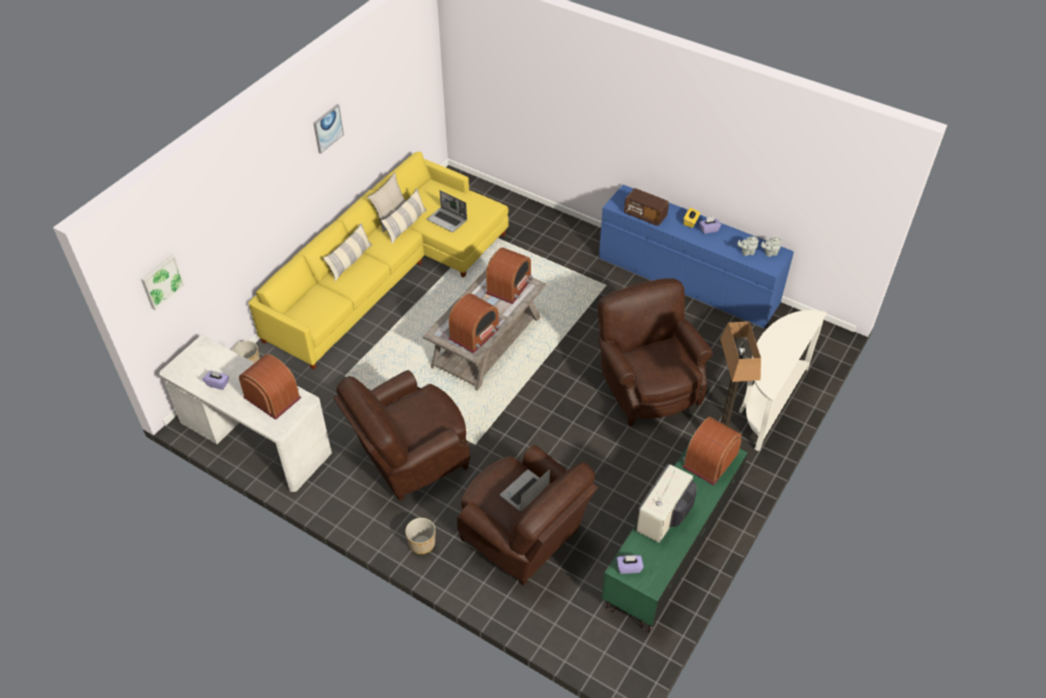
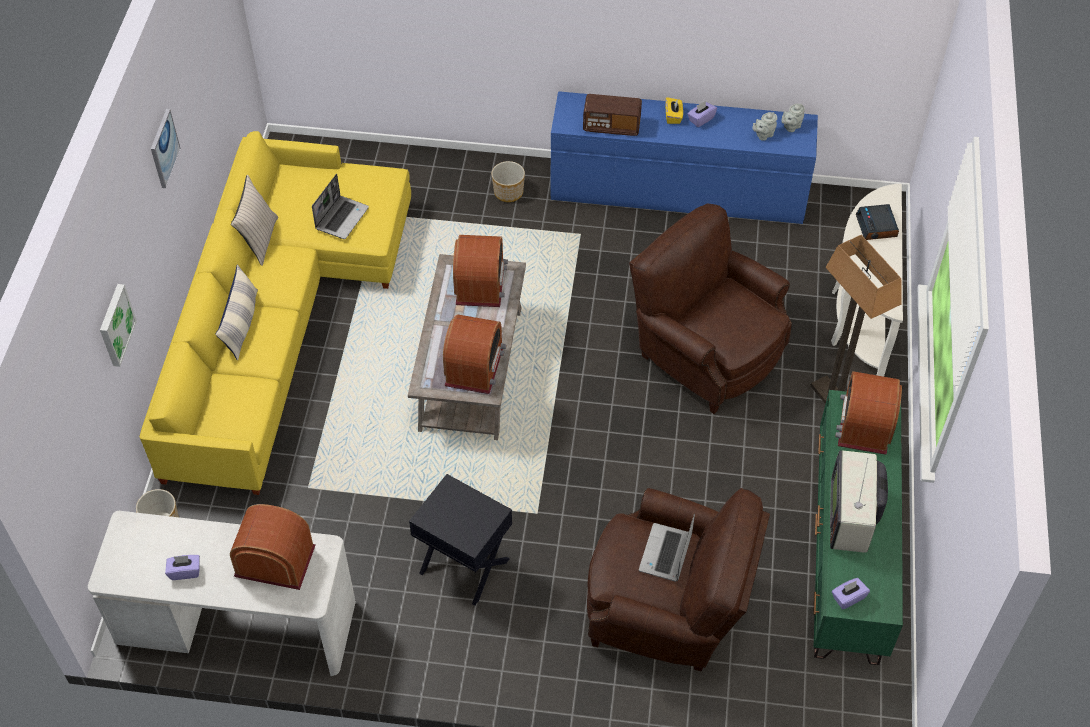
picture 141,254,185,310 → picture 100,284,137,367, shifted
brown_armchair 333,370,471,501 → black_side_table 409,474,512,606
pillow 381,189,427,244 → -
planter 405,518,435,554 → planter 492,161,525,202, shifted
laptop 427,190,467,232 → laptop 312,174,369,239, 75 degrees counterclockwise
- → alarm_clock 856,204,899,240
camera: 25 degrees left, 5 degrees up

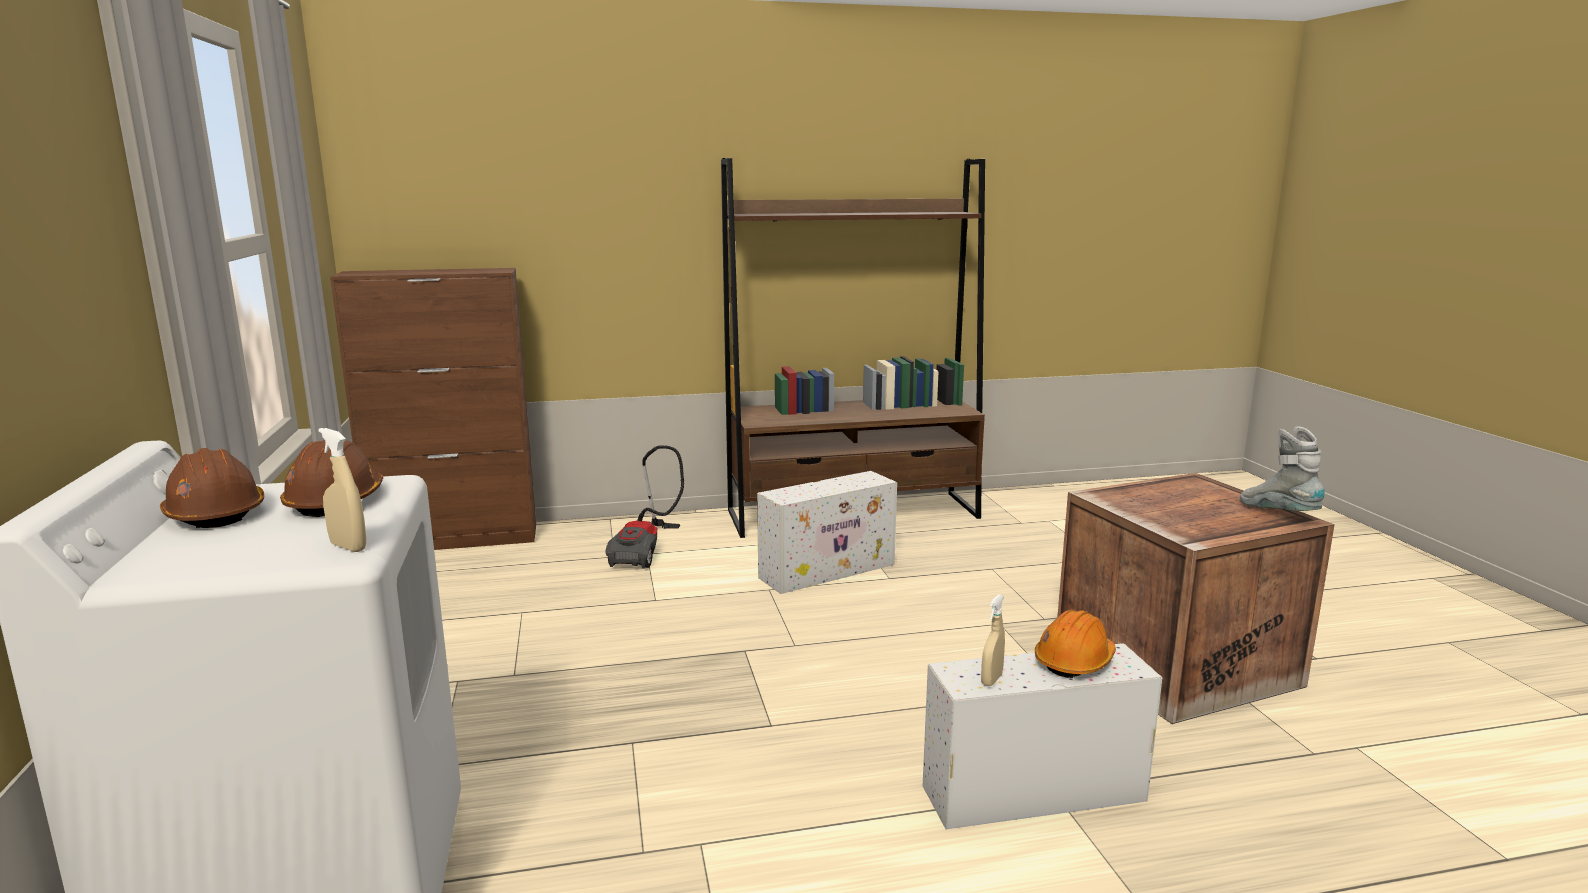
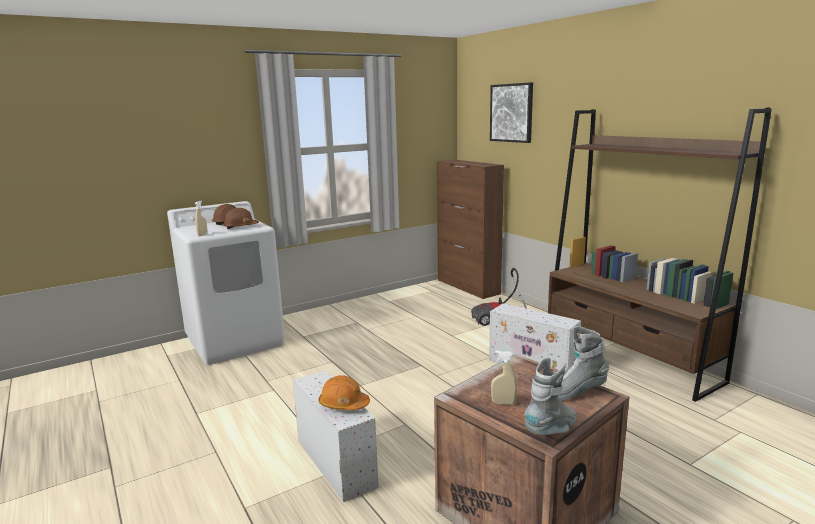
beige_spray_bottle 981,594,1005,686 → beige_spray_bottle 491,350,517,405, shifted
- → picture 490,82,533,143
- → grey_boot 558,326,609,401
camera: 70 degrees right, 0 degrees up

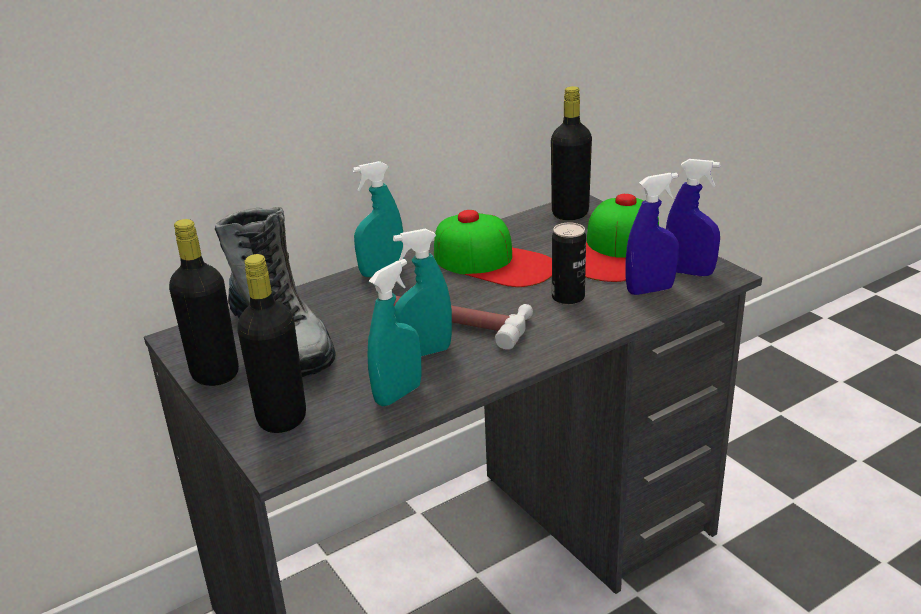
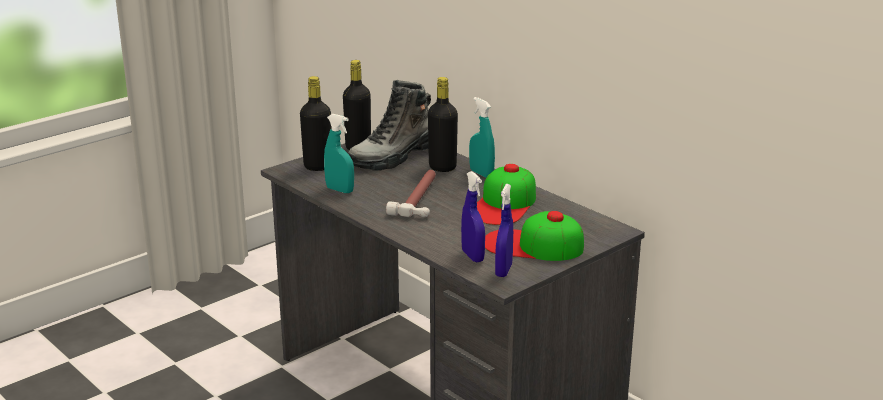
turquoise_spray_bottle 393,229,452,356 → -
black_bottle 551,86,592,220 → black_bottle 428,77,458,172, shifted
can 552,223,586,305 → -
camera: 80 degrees right, 5 degrees down

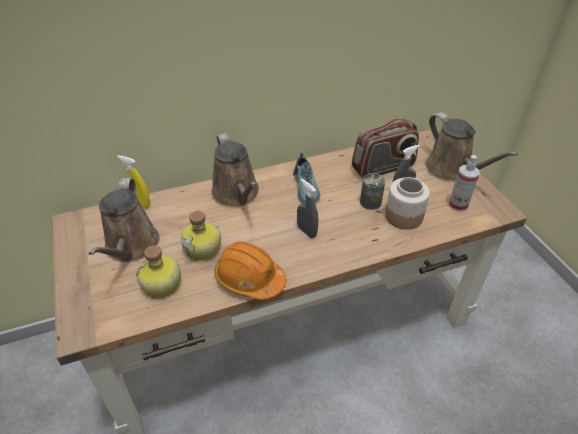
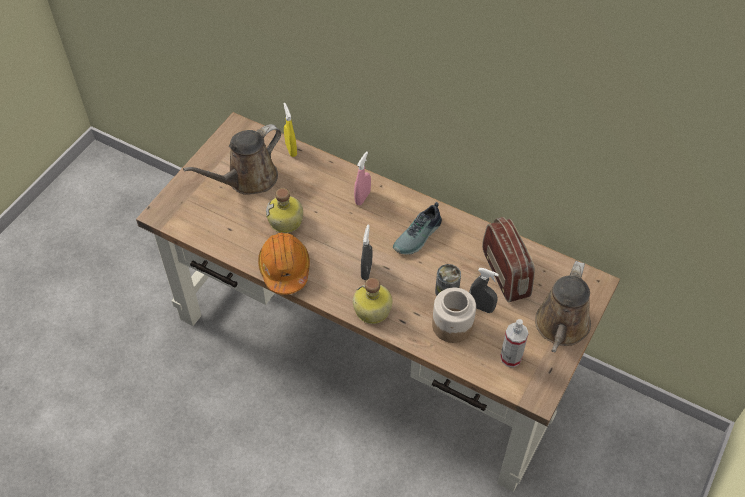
bottle 136,246,181,299 → bottle 353,278,392,324, shifted
brown_watering_can 211,133,259,207 → pink_spray_bottle 354,151,371,205
radio 352,118,419,179 → radio 482,217,535,302, 135 degrees counterclockwise
camera: 50 degrees right, 10 degrees up

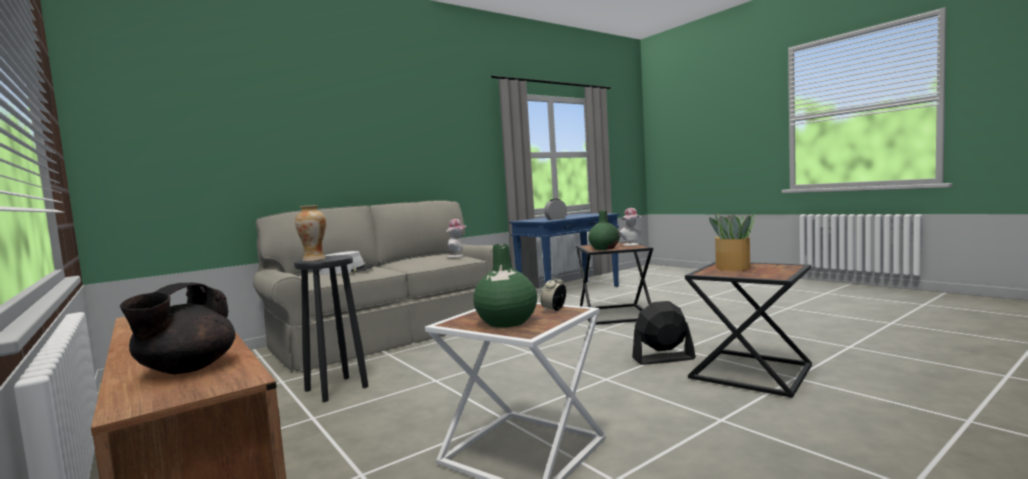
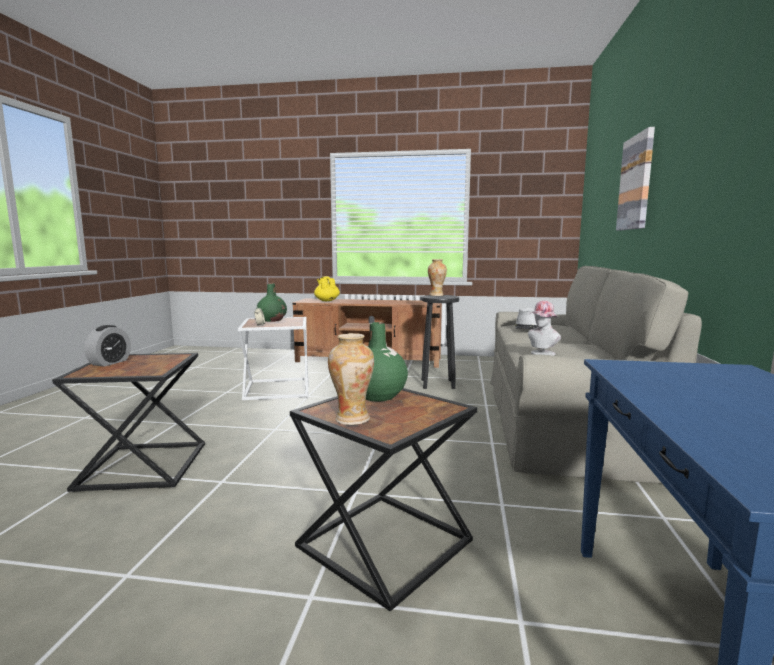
black_teapot 120,283,235,374 → yellow_teapot 314,276,340,301
alarm_clock 544,199,567,220 → alarm_clock 84,325,131,367, shifted
hat 619,208,642,246 → vase 328,333,374,425
black_fan 632,301,696,365 → -
potted_plant 709,214,756,271 → -
- → picture 616,127,655,230
camera: 135 degrees right, 5 degrees up

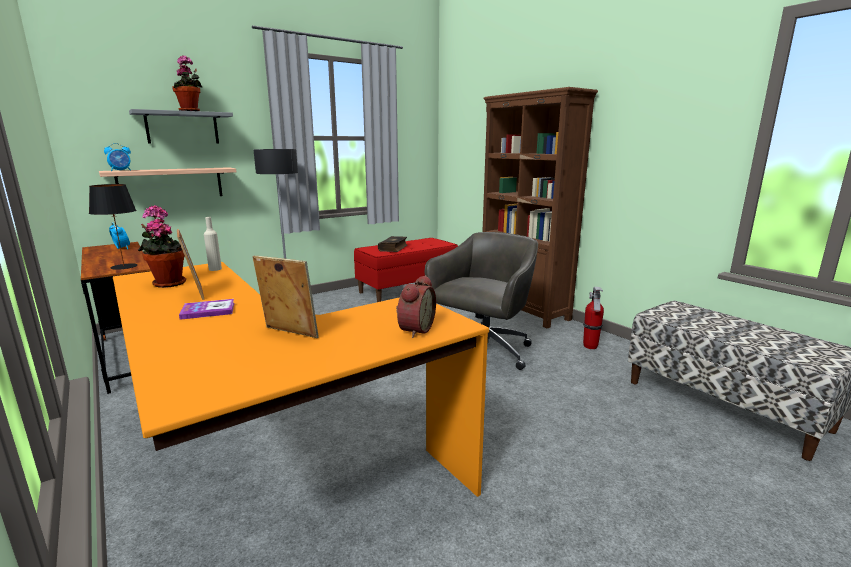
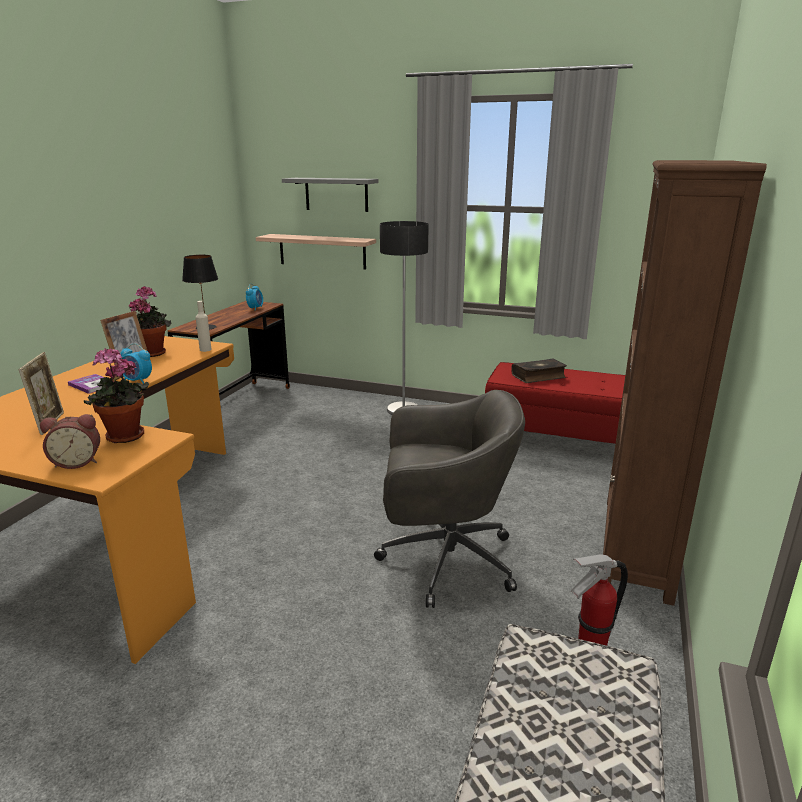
alarm_clock 104,143,131,171 → alarm_clock 120,343,152,384, shifted
potted_plant 172,55,202,111 → potted_plant 84,348,149,443, shifted
camera: 55 degrees right, 5 degrees up

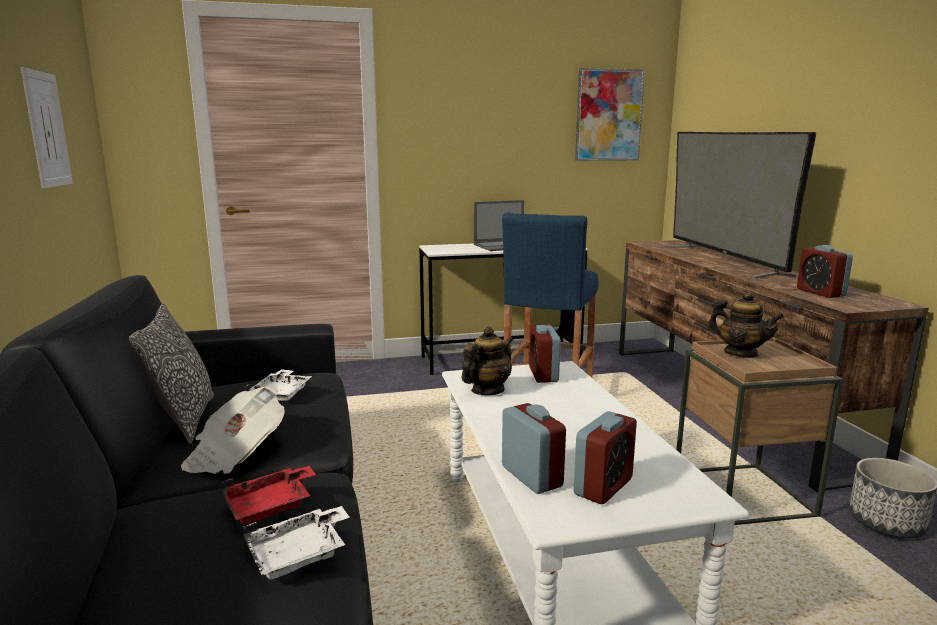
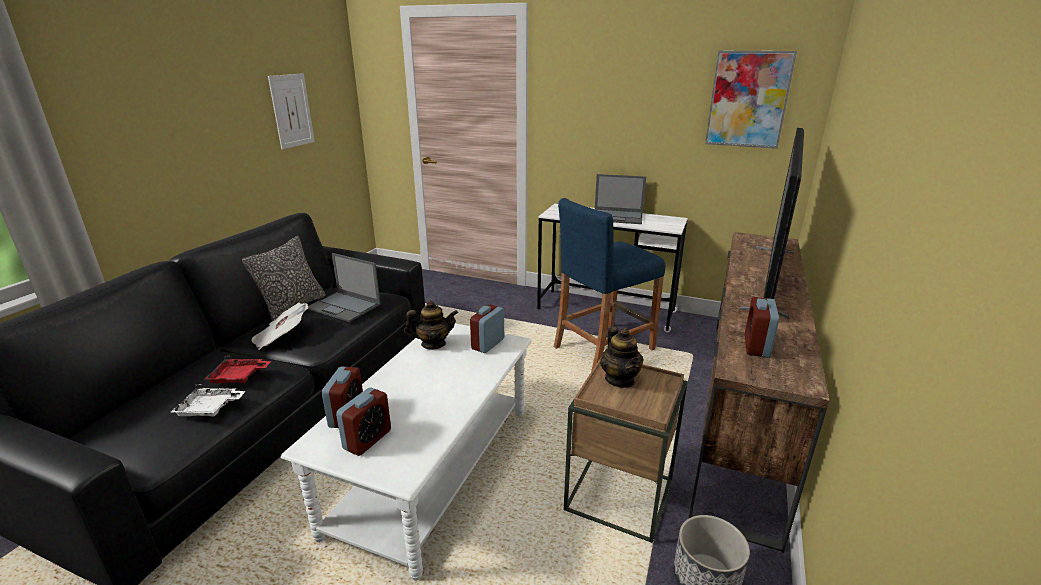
white_tray 245,369,312,401 → laptop 308,253,381,322
alarm_clock 574,411,637,504 → alarm_clock 336,387,391,456, 45 degrees counterclockwise
camera: 35 degrees right, 10 degrees up

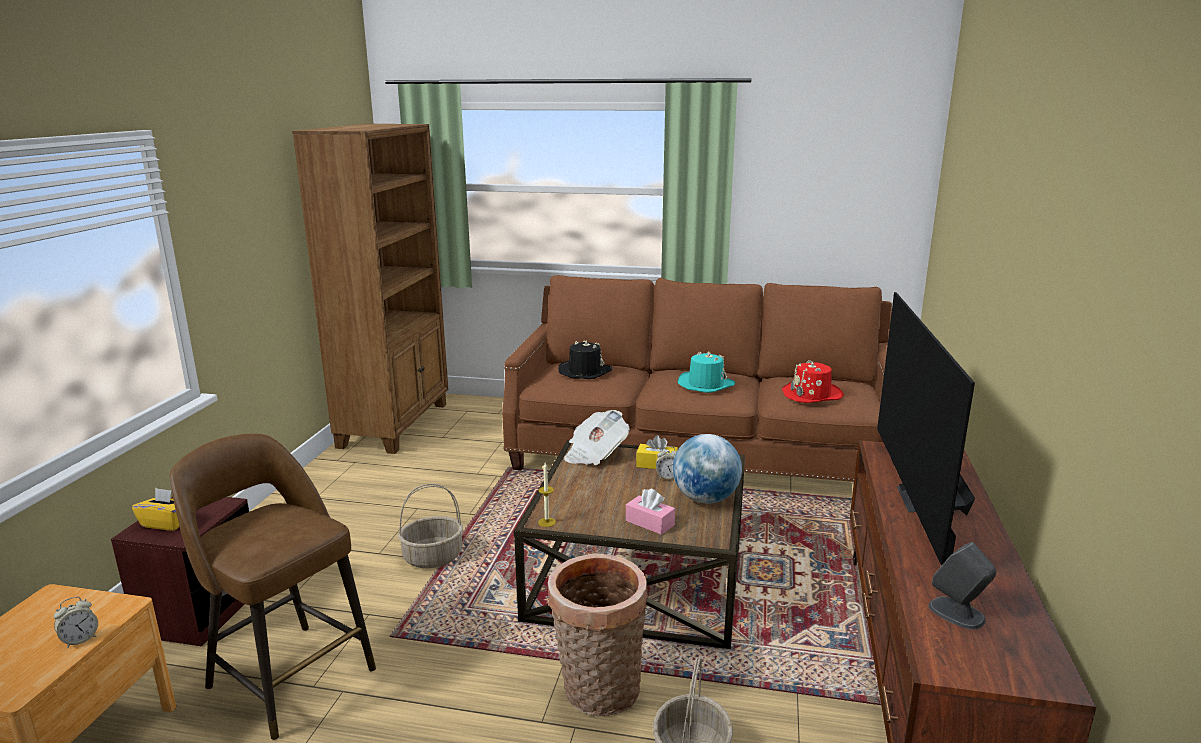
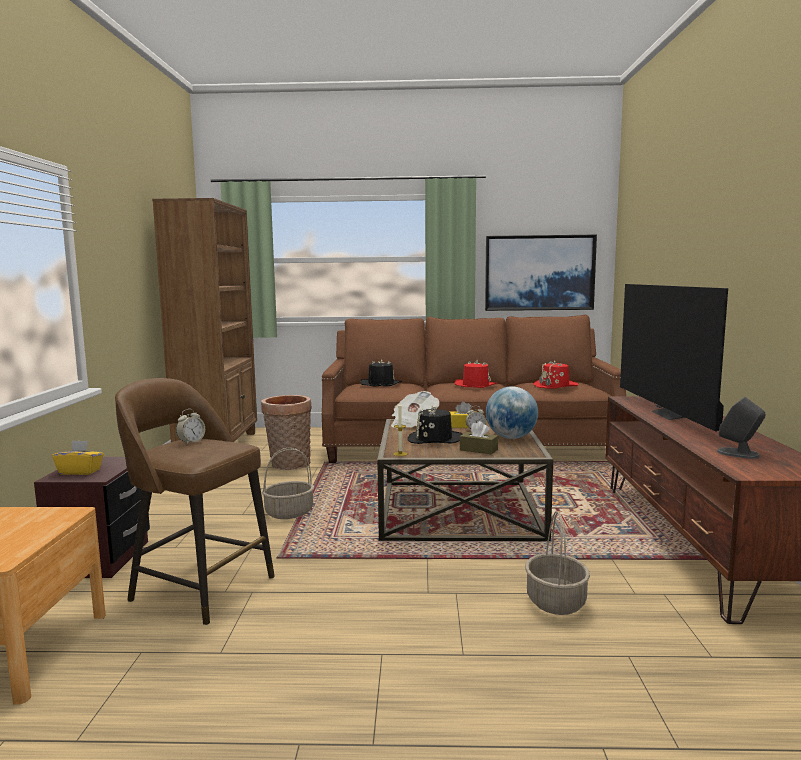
alarm_clock 53,597,98,648 → alarm_clock 176,409,205,444, shifted
basket 548,554,648,716 → basket 261,395,312,470, shifted
pink_tissue_box 626,489,675,535 → brown_tissue_box 460,421,498,454
turquoise_hat 678,352,735,393 → red_hat 455,360,498,388
- → black_hat 407,406,462,444
- → picture 485,234,597,311
camera: 10 degrees left, 10 degrees down

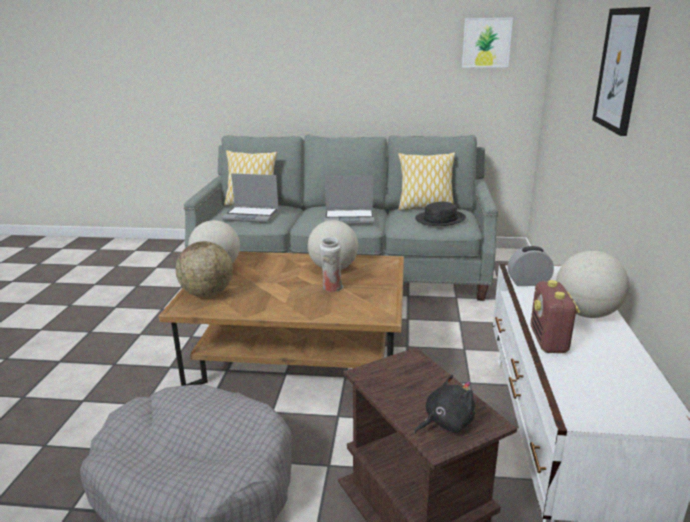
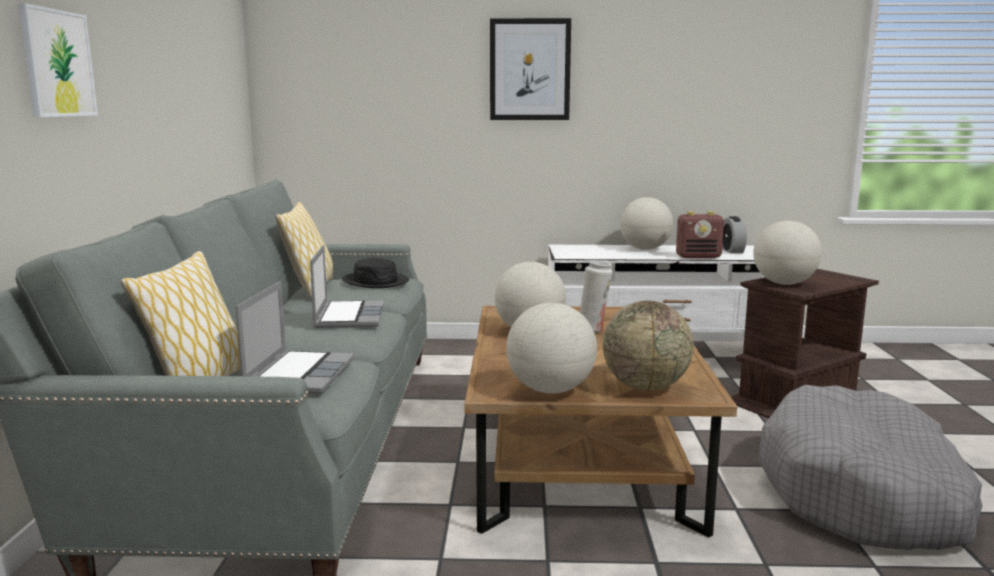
black_plush_toy 414,375,475,434 → -
picture 462,18,513,67 → picture 18,3,98,117, shifted
alarm_clock 508,246,554,286 → alarm_clock 722,216,747,253, shifted
- → globe 753,221,822,285
camera: 95 degrees left, 10 degrees down

